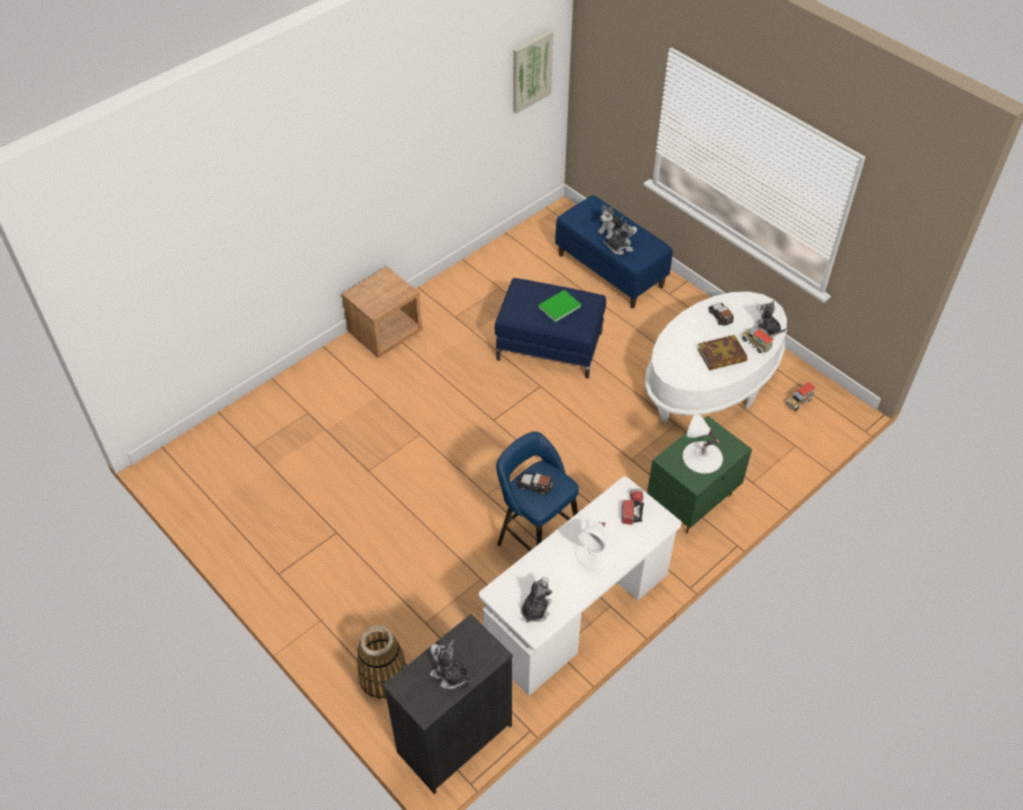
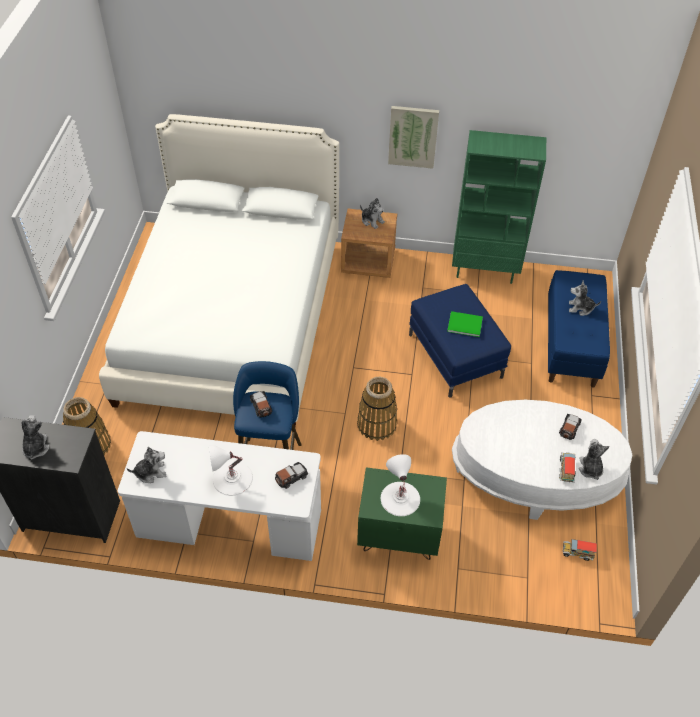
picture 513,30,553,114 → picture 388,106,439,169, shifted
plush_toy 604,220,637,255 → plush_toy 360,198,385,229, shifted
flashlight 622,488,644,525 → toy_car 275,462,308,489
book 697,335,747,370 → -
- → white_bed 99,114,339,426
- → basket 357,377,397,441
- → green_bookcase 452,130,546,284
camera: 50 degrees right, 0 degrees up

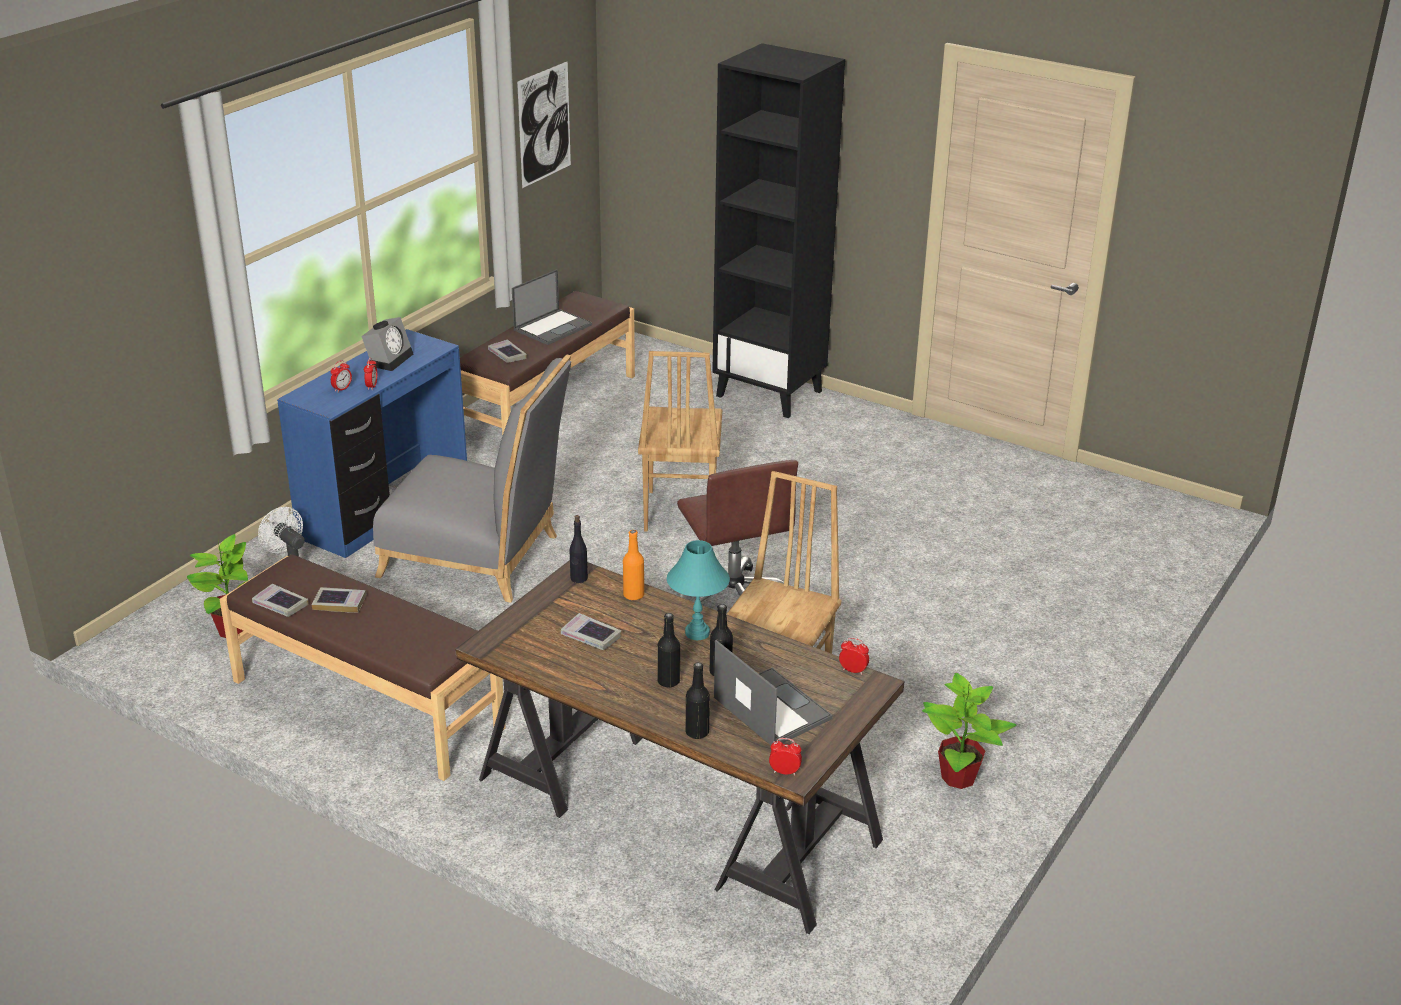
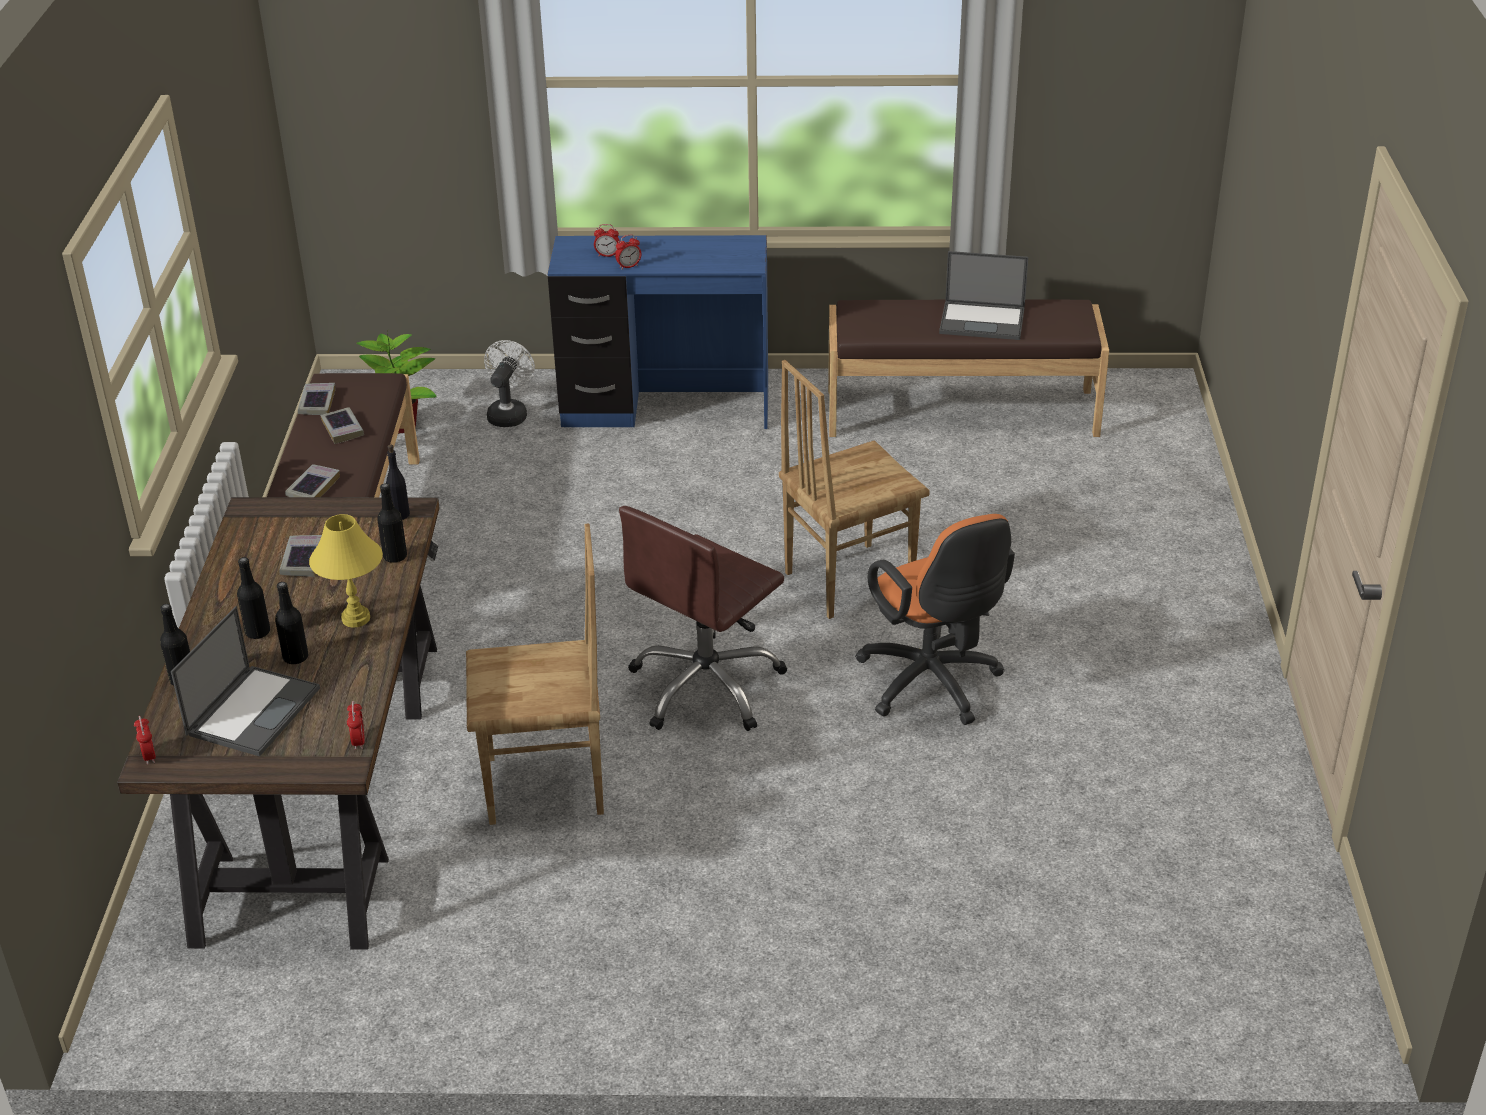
alarm_clock 361,317,413,371 → -
grey_chair 373,355,571,603 → -
book 488,340,527,363 → book 285,464,340,497, shifted
picture 517,61,571,188 → -
orange_bottle 623,530,644,600 → black_bottle 377,483,407,563
turquoise_table_lamp 667,540,730,640 → yellow_table_lamp 309,514,383,628
black_bookcase 712,43,845,418 → -
potted_plant 922,673,1016,789 → -
- → orange_office_chair 855,514,1015,725
camera: 60 degrees right, 5 degrees up

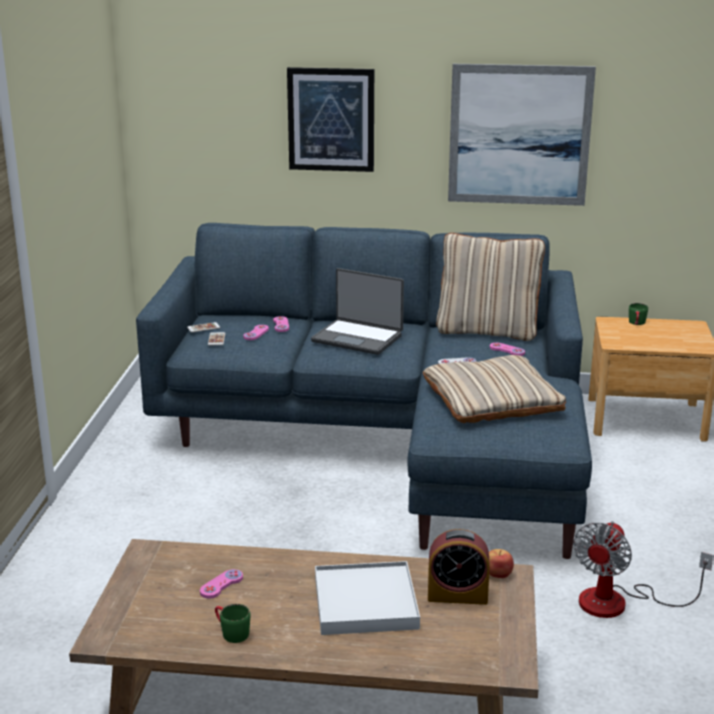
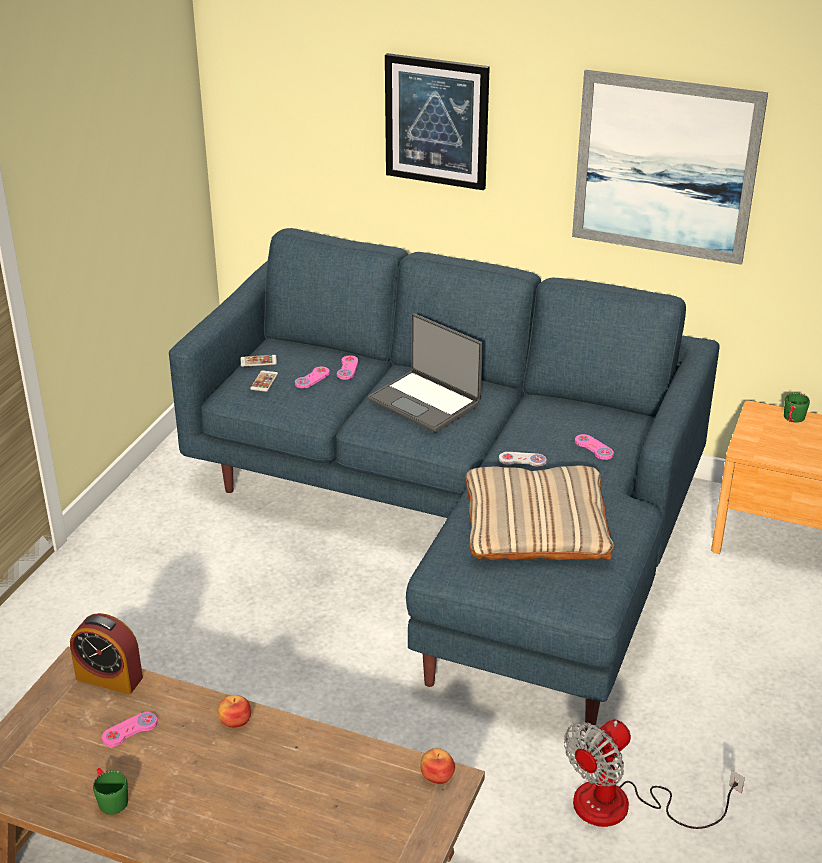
white_tray 315,561,420,635 → -
alarm_clock 428,529,490,605 → alarm_clock 70,613,143,694, shifted
beige_pillow 436,233,545,341 → -
- → apple 217,695,251,728
camera: 15 degrees right, 10 degrees up

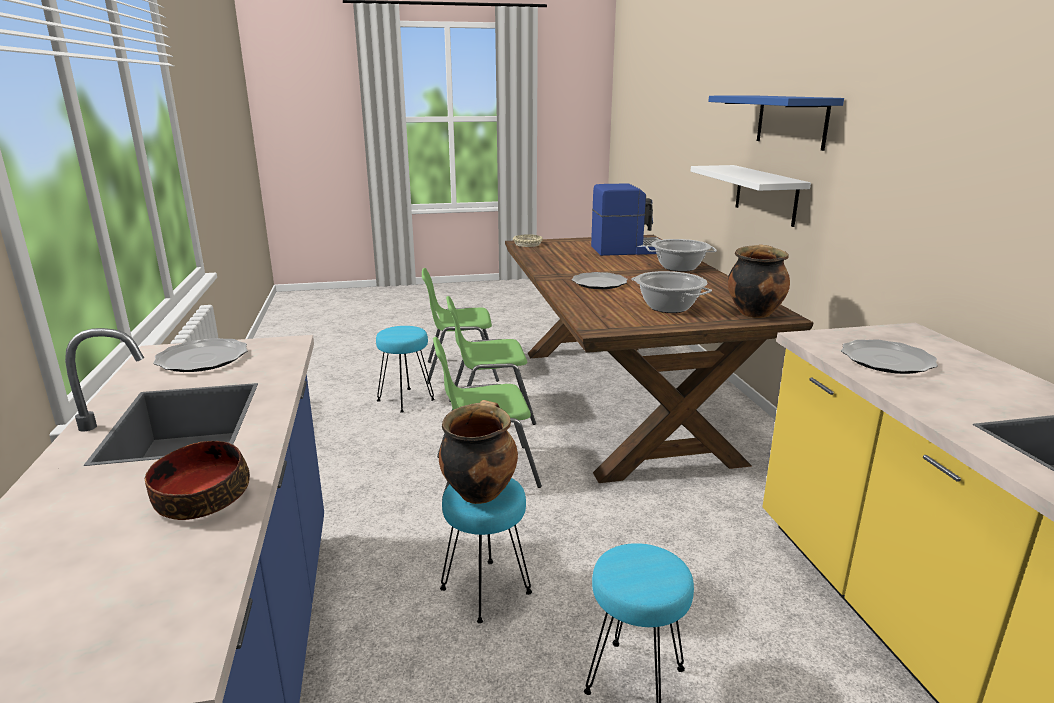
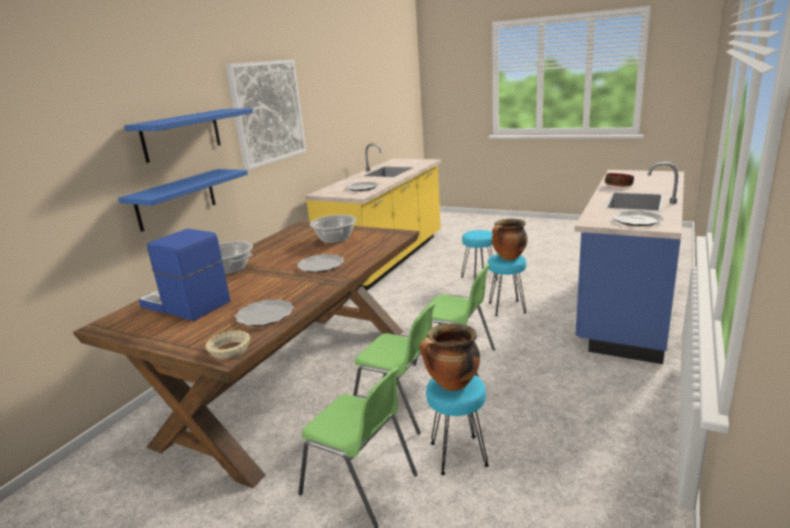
white_shelf 690,165,811,227 → blue_shelf 118,169,248,232
cooking_pot 728,244,790,318 → cooking_pot 419,323,480,391, shifted
- → picture 226,59,307,170
- → plate 235,299,294,326
camera: 140 degrees left, 0 degrees up

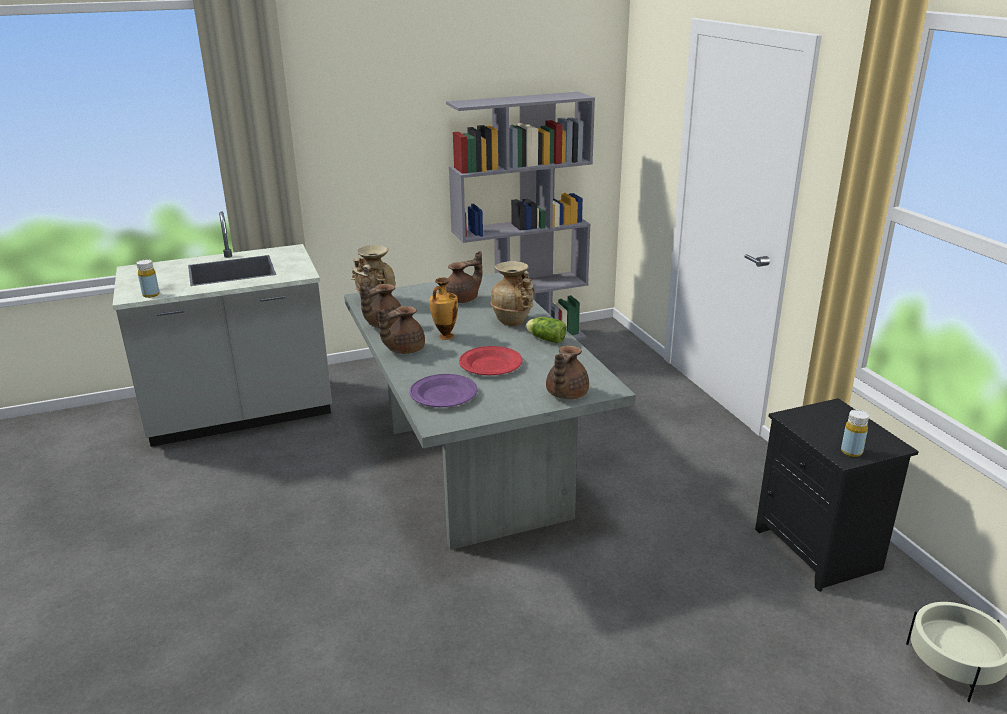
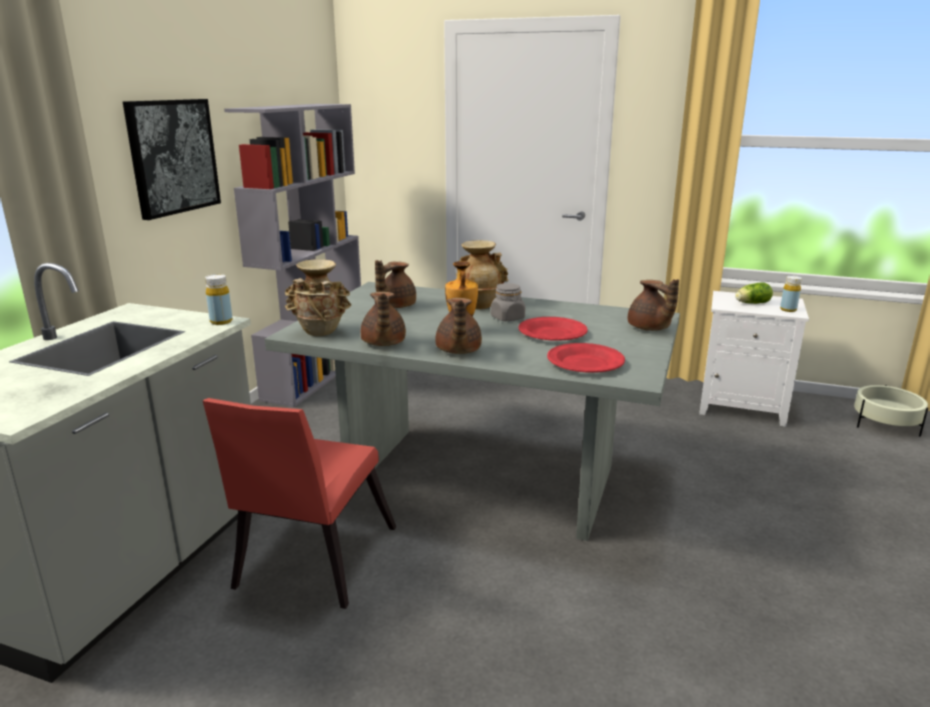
yellow_bottle 136,259,160,298 → yellow_bottle 205,274,232,325, shifted
purple_plate 410,374,478,407 → red_plate 547,343,625,373
brown_teapot 446,251,482,303 → brown_teapot 375,260,416,308, 150 degrees counterclockwise
lettuce 526,317,566,343 → lettuce 735,283,773,304, shifted
black_nightstand 755,398,919,592 → white_nightstand 699,291,809,427
- → picture 123,99,221,220
- → red_chair 203,398,396,609
- → grey_jar 491,283,525,321
camera: 50 degrees left, 5 degrees down

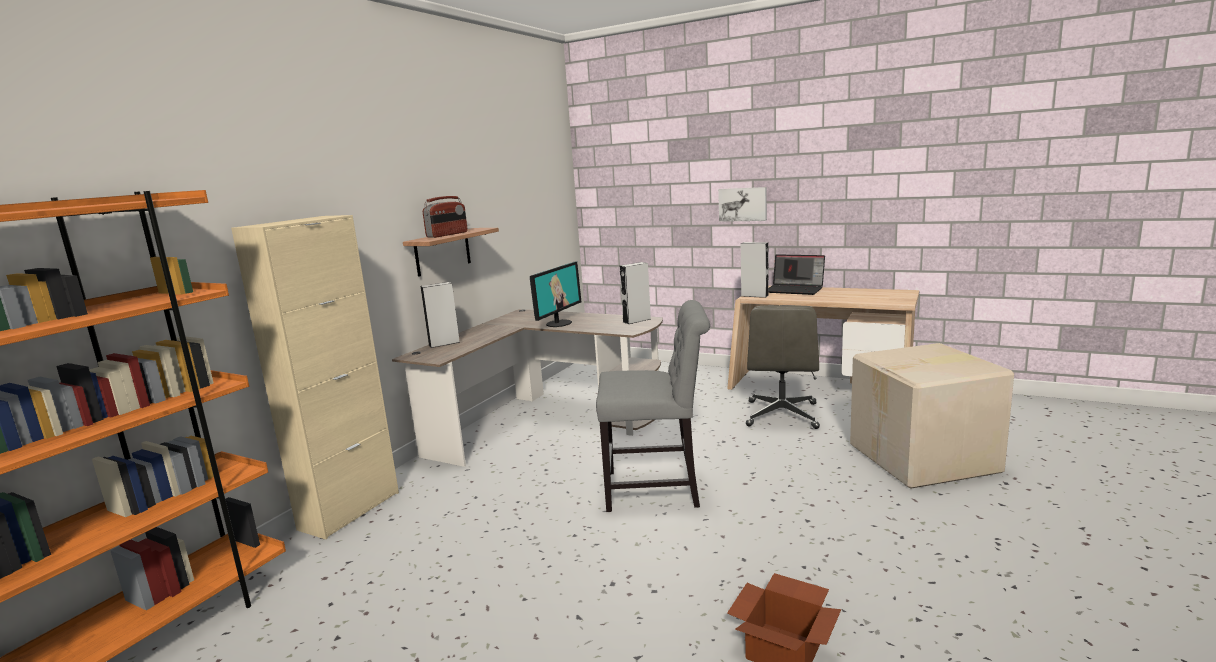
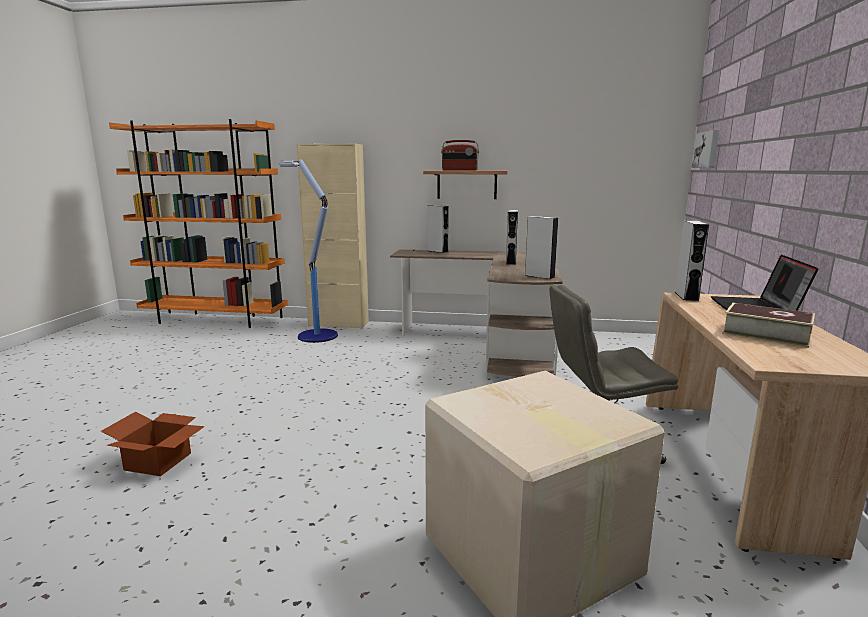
monitor 530,261,582,327 → grey_speaker 506,210,518,265
grey_chair 596,300,710,512 → -
picture 718,187,767,222 → picture 692,130,719,168, shifted
- → floor_lamp 280,159,338,343
- → book 722,303,815,348
camera: 70 degrees right, 0 degrees up

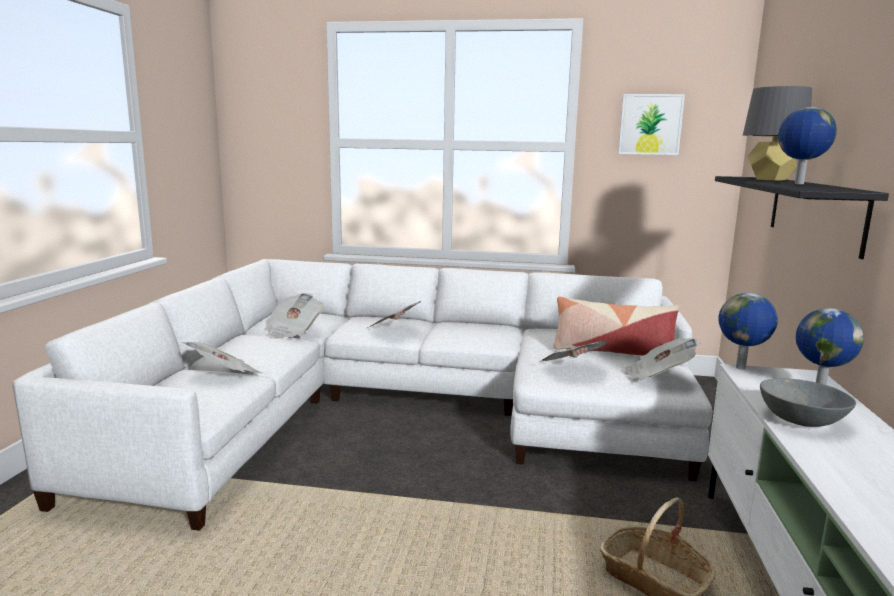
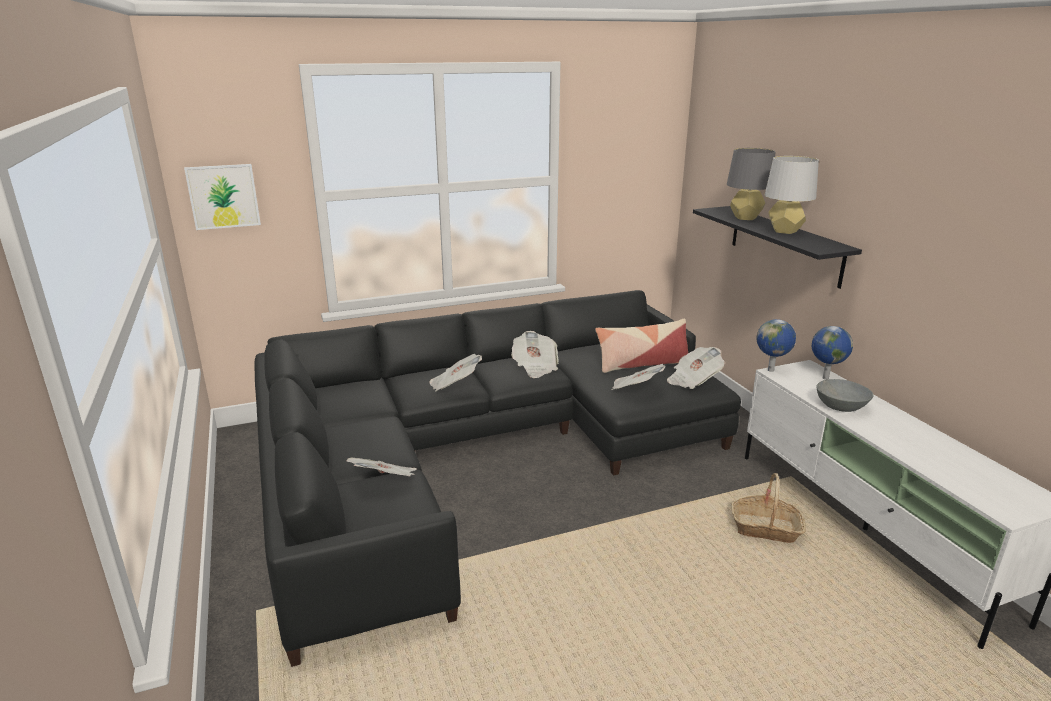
white_sofa 12,259,712,531 → black_sofa 254,290,741,667
newspaper 268,293,323,339 → newspaper 511,331,559,378, shifted
picture 618,94,685,155 → picture 184,164,261,230, shifted
globe 778,107,837,184 → grey_table_lamp 765,156,819,234
camera: 30 degrees left, 10 degrees up

